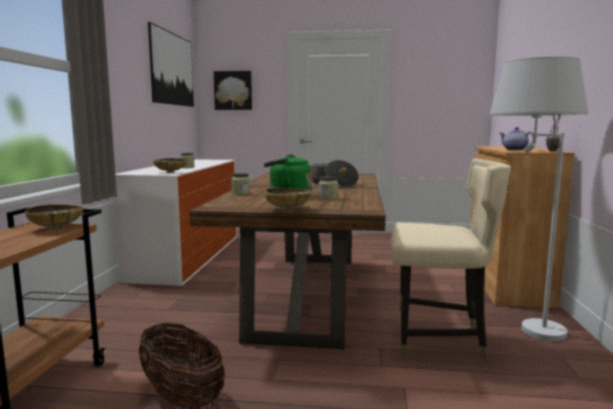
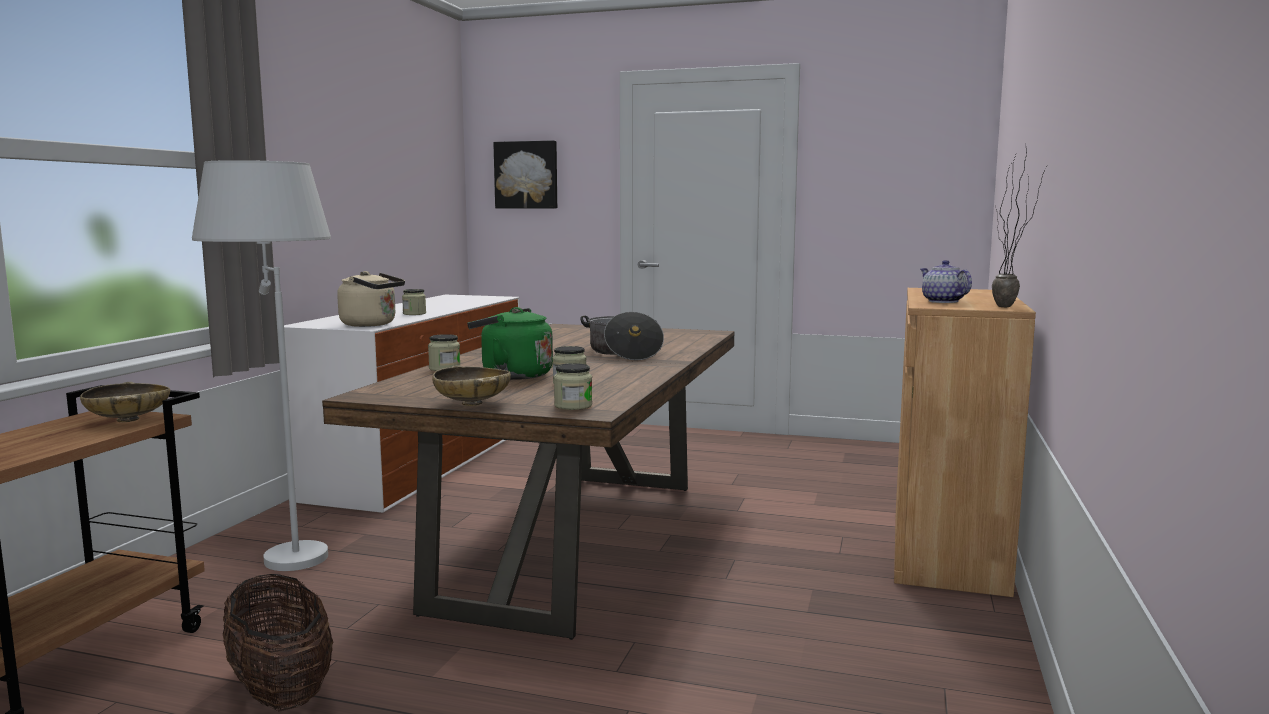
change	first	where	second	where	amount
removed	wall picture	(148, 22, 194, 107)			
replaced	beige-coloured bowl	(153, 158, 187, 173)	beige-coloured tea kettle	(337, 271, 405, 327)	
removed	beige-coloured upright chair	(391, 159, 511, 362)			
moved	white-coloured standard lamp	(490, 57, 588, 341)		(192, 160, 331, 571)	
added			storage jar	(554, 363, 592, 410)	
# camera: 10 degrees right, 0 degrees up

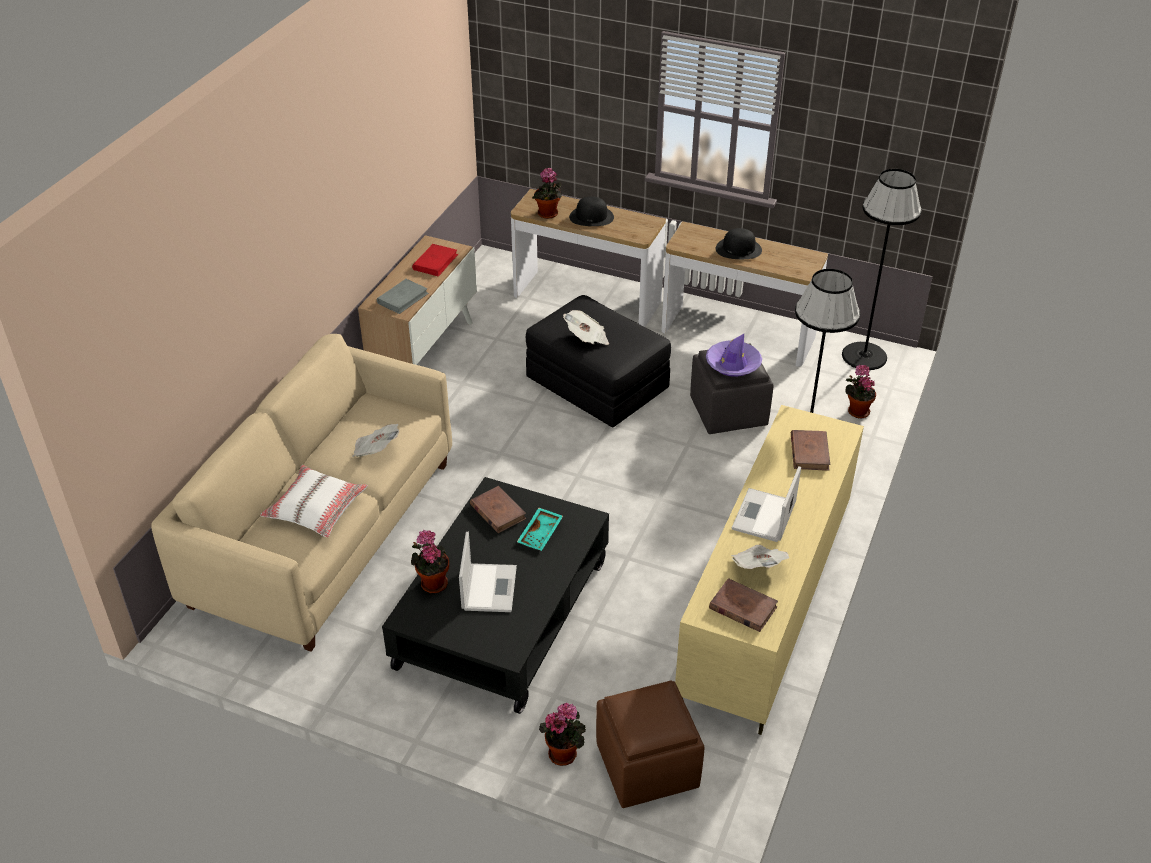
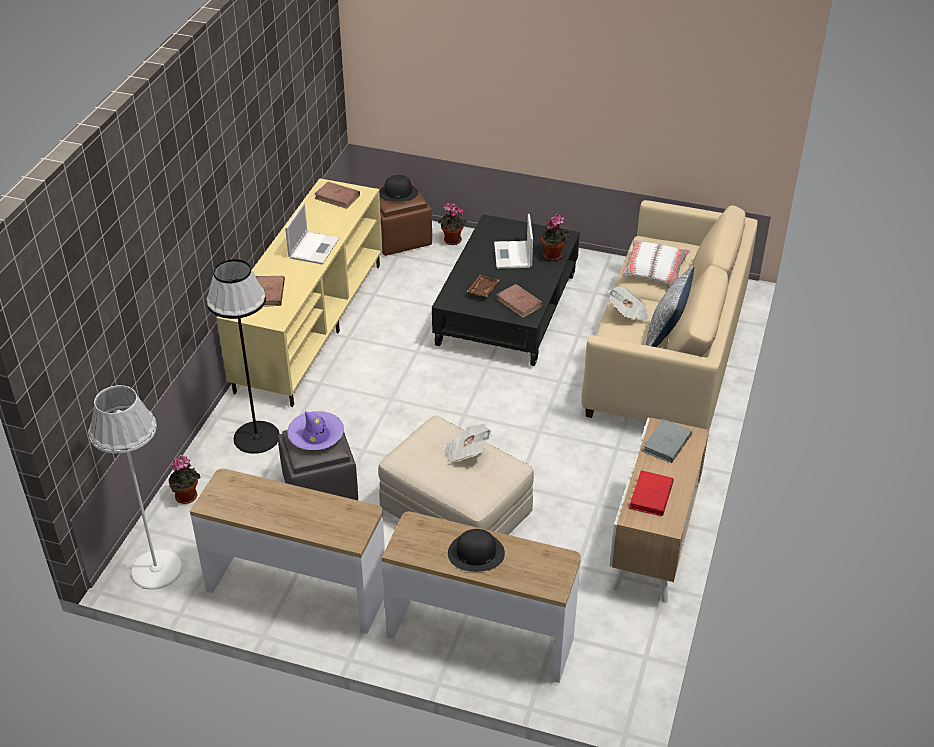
change	first	where	second	where	amount
recoloured	blue-green tray	(517, 508, 563, 551)	brown-coloured tray	(467, 275, 499, 297)	
recoloured	blackish ottoman	(526, 295, 671, 428)	beige-coloured ottoman	(378, 416, 534, 535)	
removed	potted plant	(532, 168, 562, 219)			
moved	blackish hat	(716, 228, 762, 259)		(379, 175, 418, 202)	
removed	printed paper	(731, 545, 790, 569)			
recoloured	blackish standard lamp	(842, 169, 922, 370)	white-coloured standard lamp	(89, 385, 182, 590)	
added			throw pillow	(646, 266, 694, 347)	
# camera: 175 degrees right, 0 degrees up

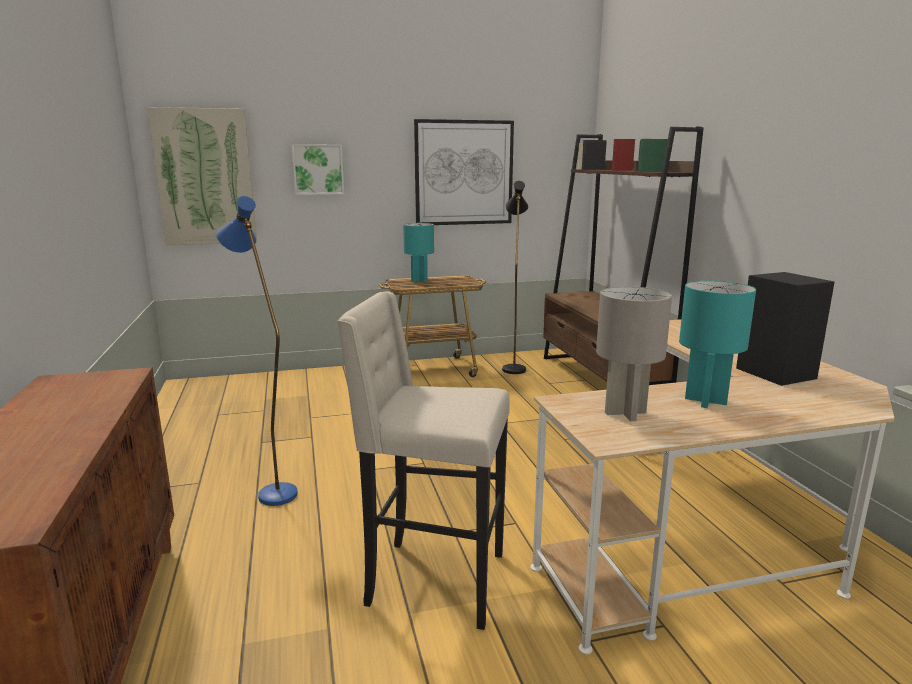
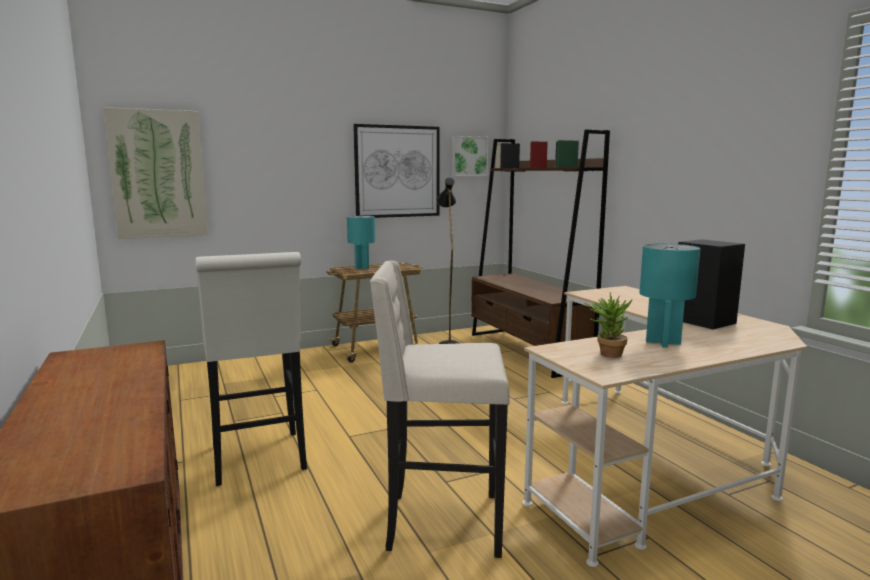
change	first	where	second	where	amount
replaced	bluish standard lamp	(216, 196, 298, 506)	white-coloured sitting stool	(195, 252, 307, 486)	
moved	wall picture	(292, 144, 344, 195)		(452, 136, 488, 176)	
replaced	grey table lamp	(596, 286, 672, 421)	potted plant	(584, 292, 633, 358)	
# camera: 10 degrees left, 5 degrees down

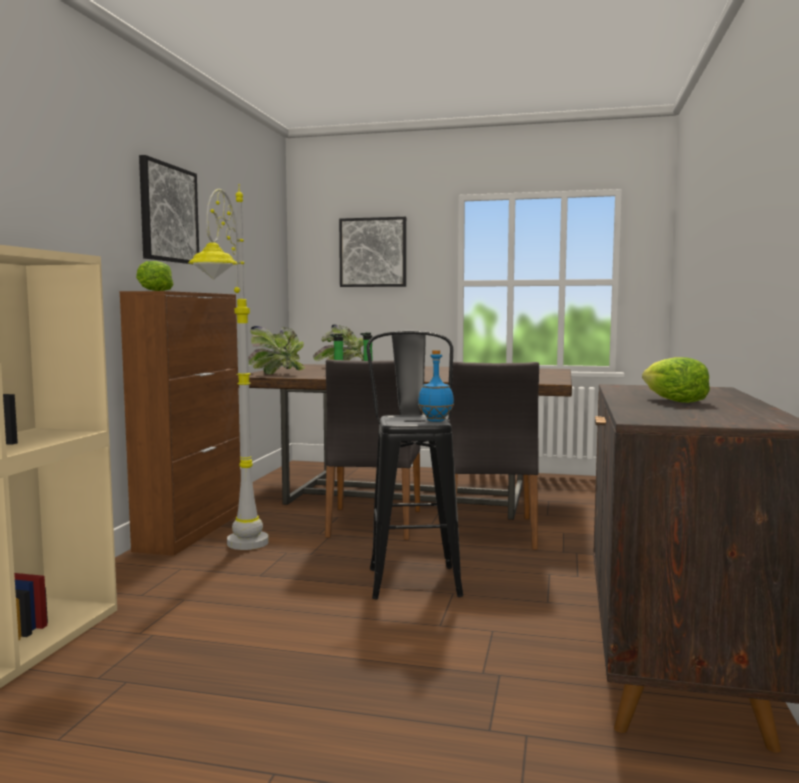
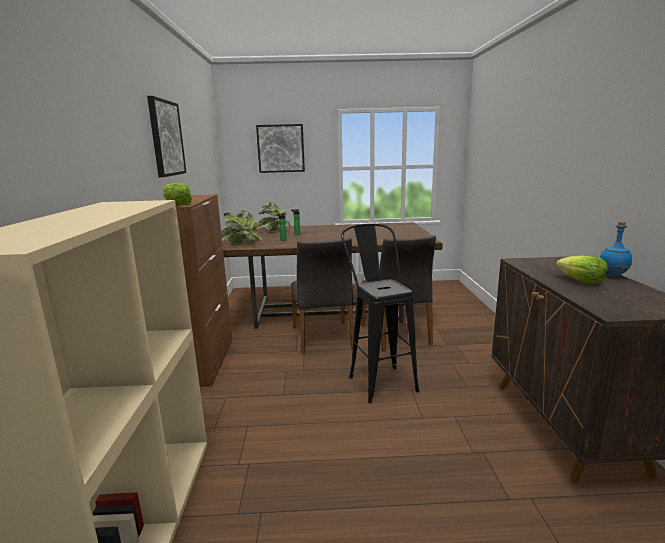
change	first	where	second	where	amount
removed	grey standard lamp	(188, 184, 268, 550)			
moved	bluish drink bottle	(418, 350, 454, 422)		(600, 221, 632, 277)	
# camera: 15 degrees left, 10 degrees up

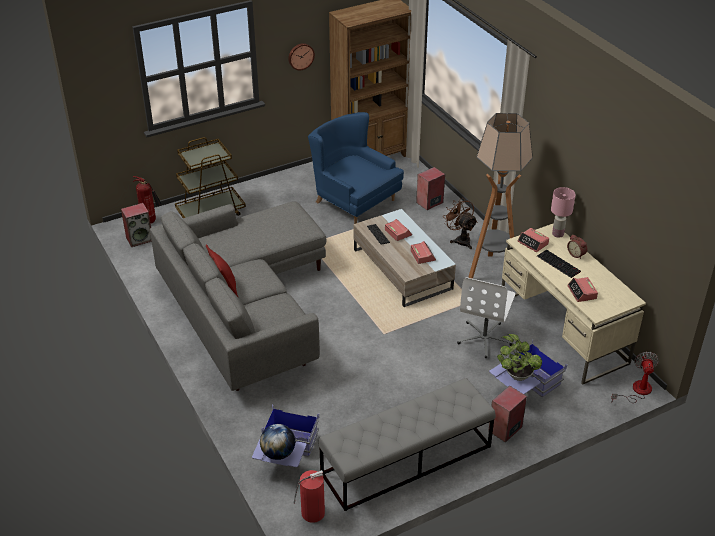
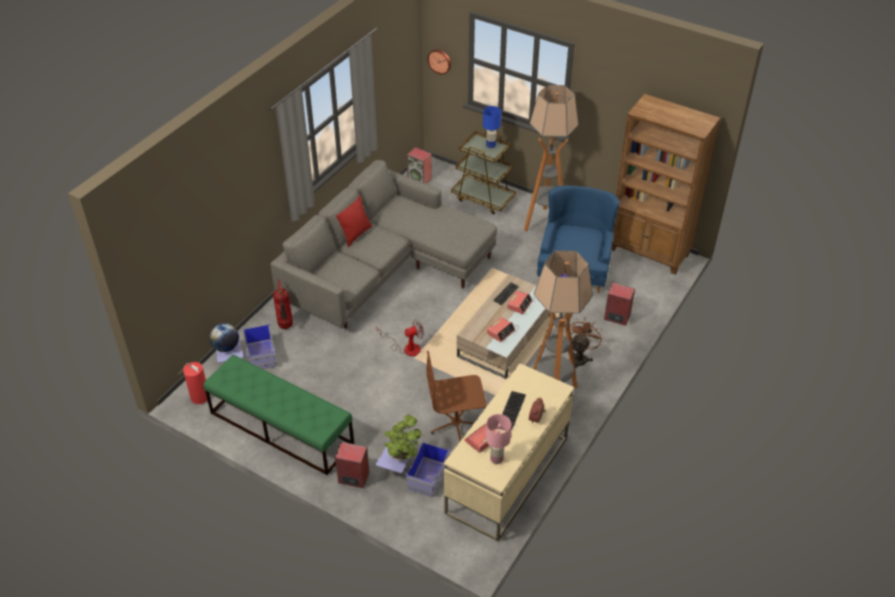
change	first	where	second	where	amount
moved	fire-fighting cylinder	(133, 176, 161, 224)		(273, 279, 293, 329)	
moved	clock on the wall	(288, 43, 315, 70)		(427, 49, 451, 75)	
recoloured	grey indoor bench	(319, 378, 495, 511)	green indoor bench	(203, 355, 354, 475)	
recoloured	white-coloured desk chair	(457, 277, 515, 358)	brown-coloured desk chair	(426, 351, 487, 441)	
removed	bedside clock	(518, 228, 549, 252)			
moved	pink table lamp	(551, 187, 576, 238)		(486, 414, 511, 464)	
moved	electric fan	(611, 351, 659, 403)		(376, 320, 424, 356)	
added			bluish table lamp	(483, 106, 501, 148)	
added			standard lamp	(524, 85, 579, 232)	
# camera: 60 degrees right, 5 degrees up

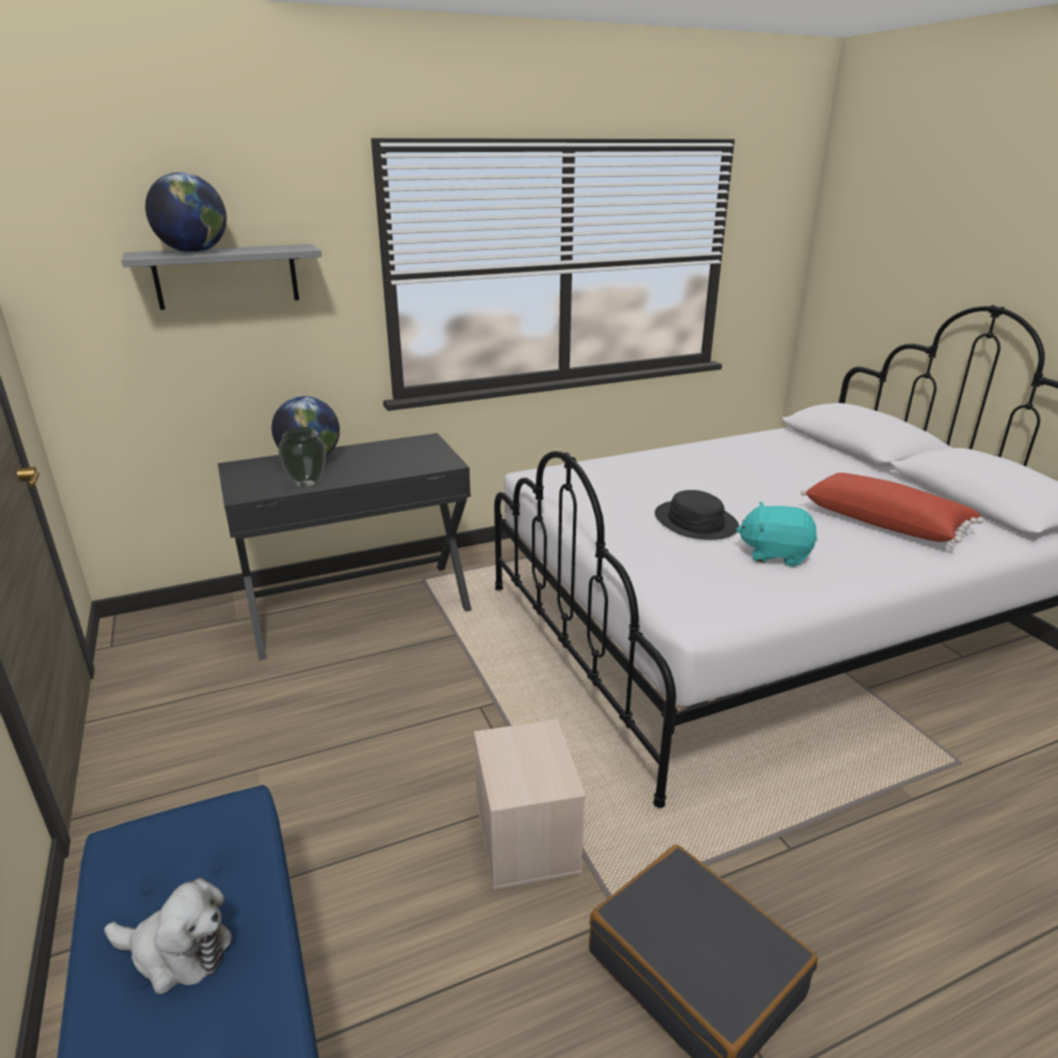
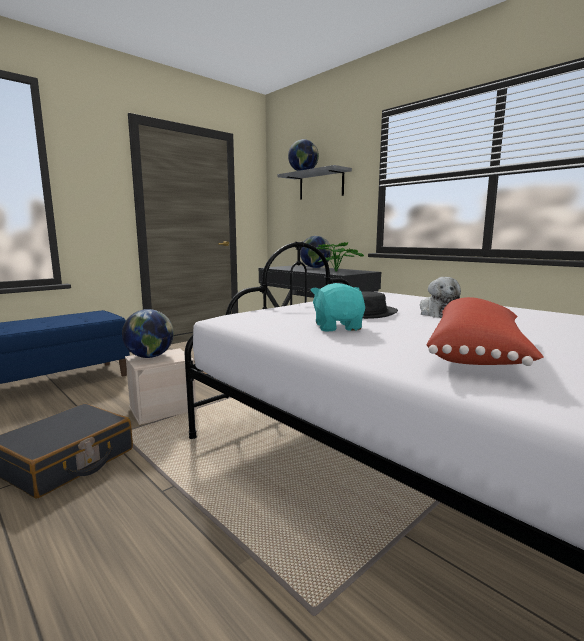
change	first	where	second	where	amount
moved	soft toy	(104, 878, 233, 994)		(420, 277, 461, 318)	
removed	flower vase	(278, 427, 326, 488)			
added			globe	(122, 309, 174, 358)	
added			potted plant	(316, 242, 364, 271)	
# camera: 70 degrees right, 15 degrees down

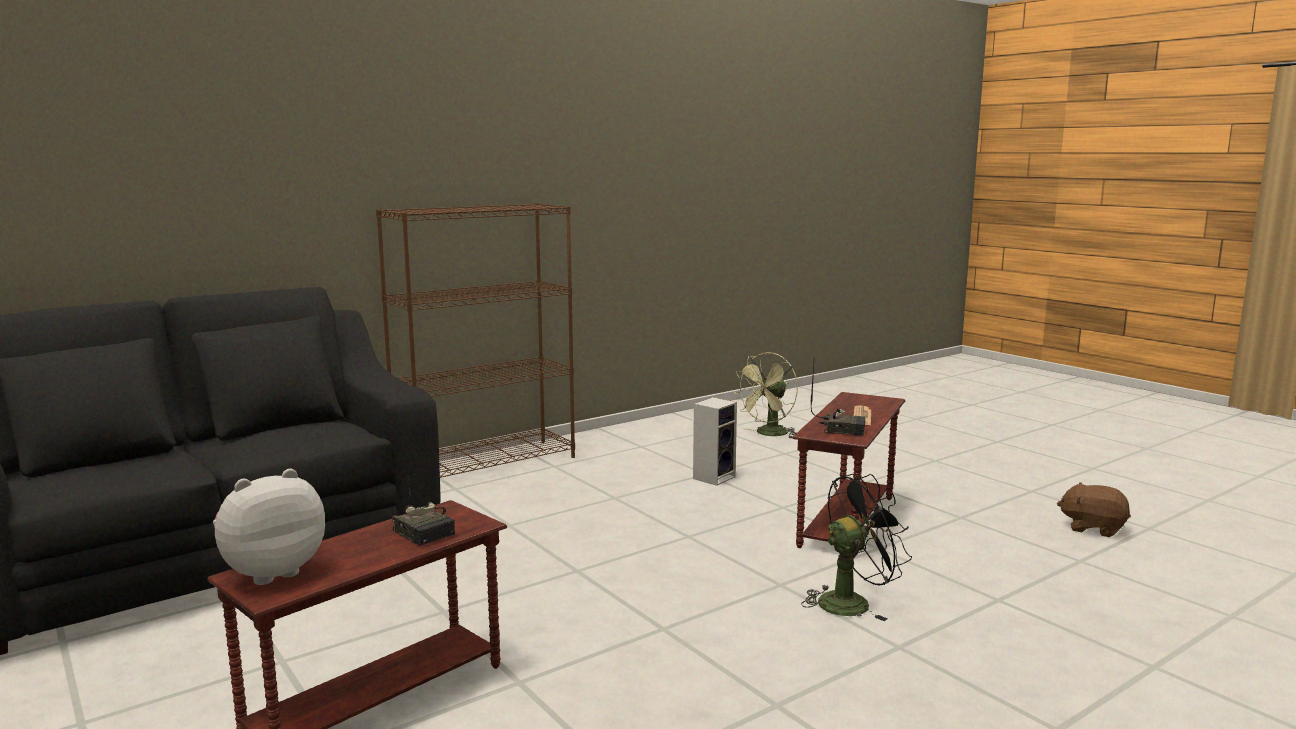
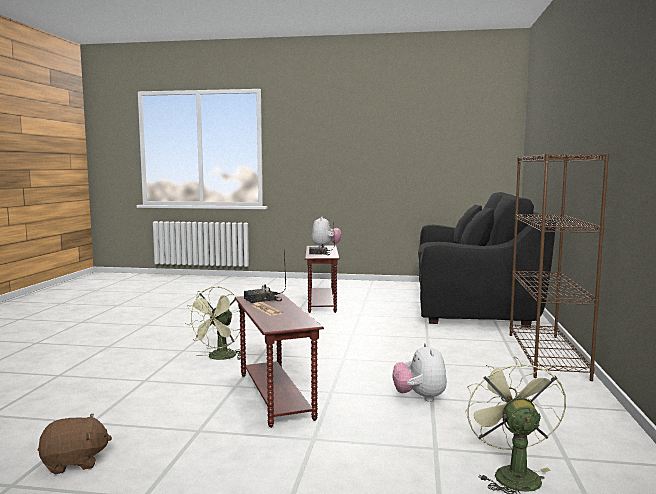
change	first	where	second	where	amount
replaced	speaker	(693, 397, 737, 486)	soft toy	(392, 343, 447, 402)	
recoloured	blackish electric fan	(801, 474, 912, 621)	green electric fan	(185, 286, 241, 360)	
# camera: 135 degrees right, 5 degrees down

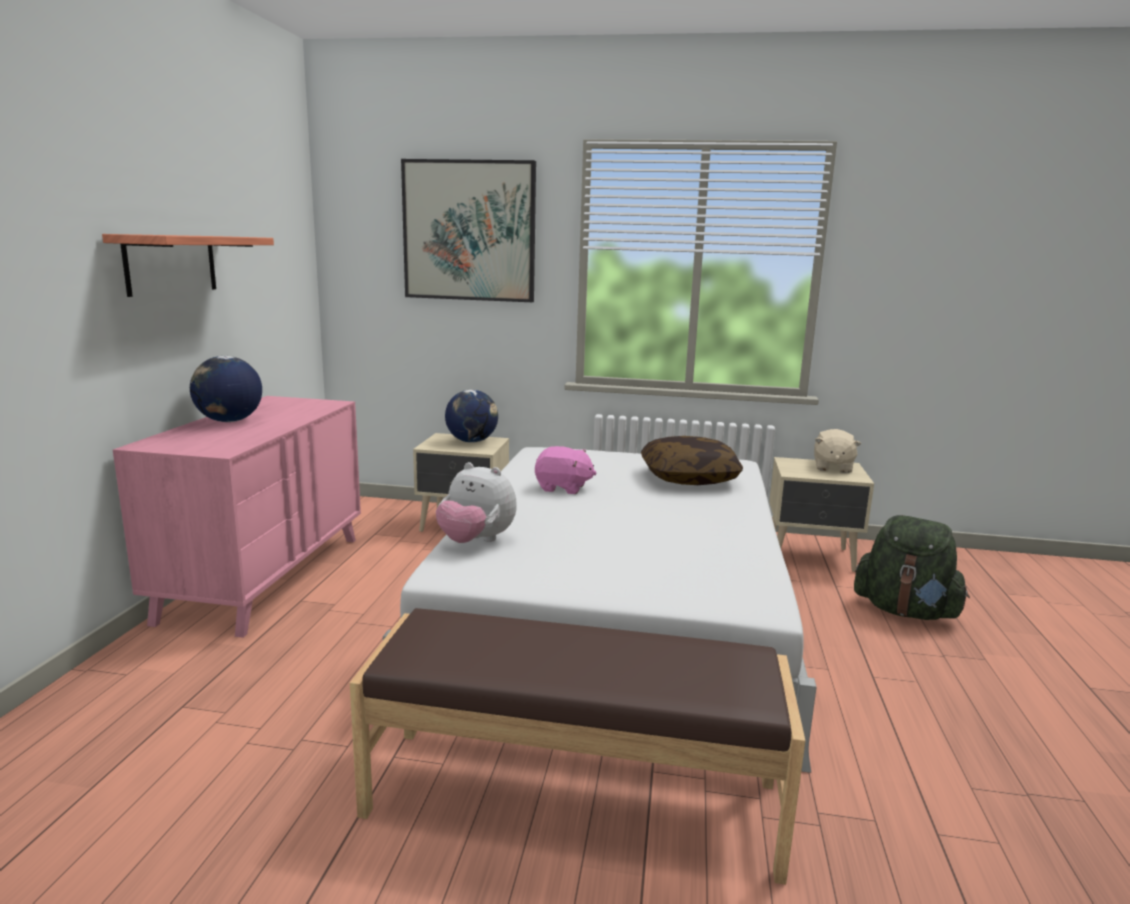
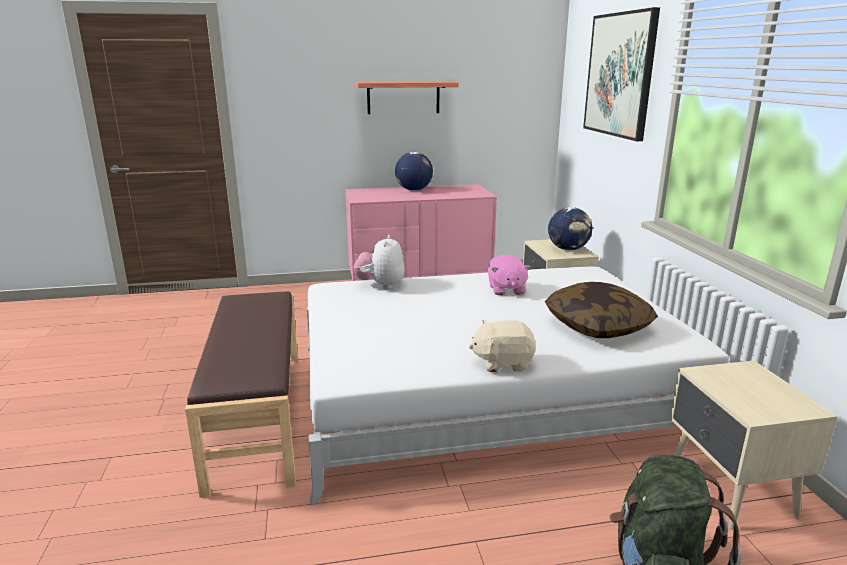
change	first	where	second	where	amount
moved	beige-coloured soft toy	(814, 429, 861, 473)		(469, 319, 536, 372)	
# camera: 70 degrees right, 5 degrees up

